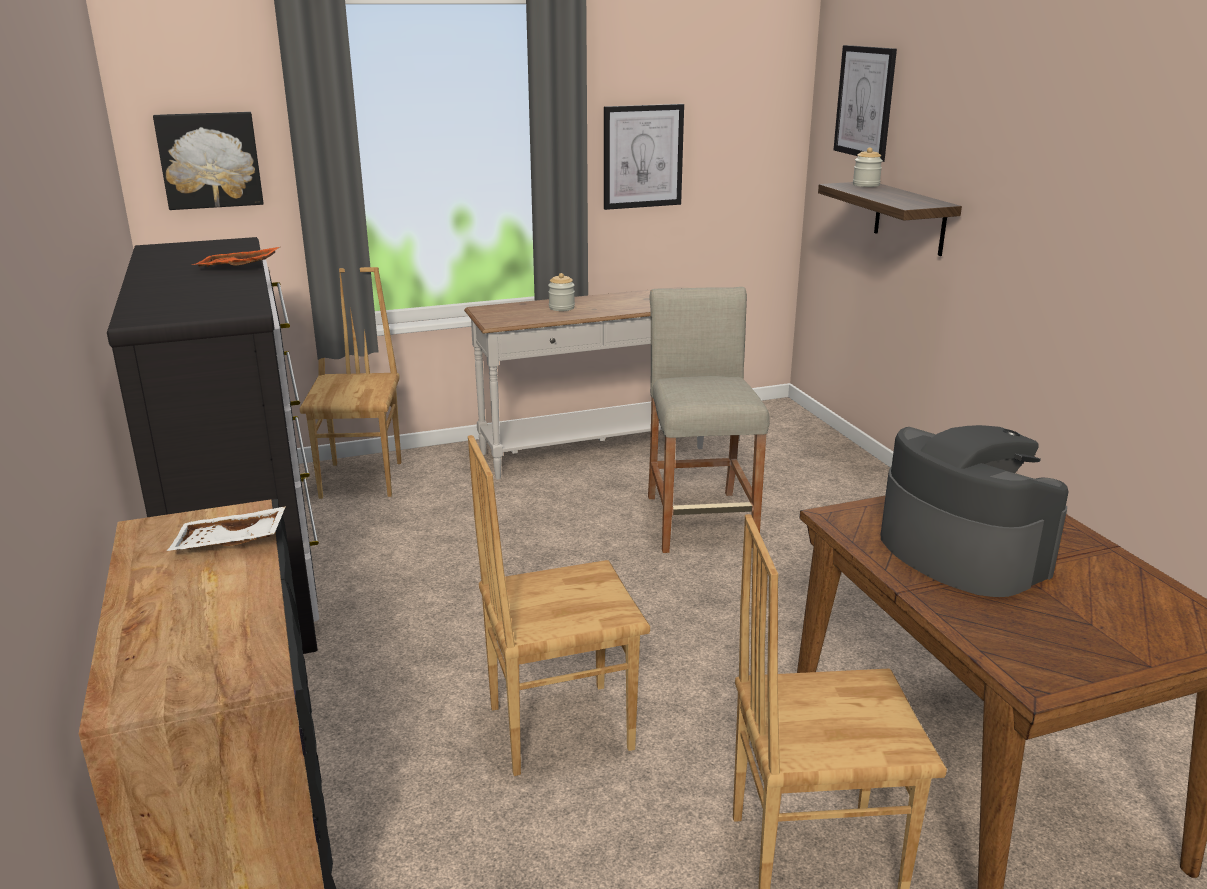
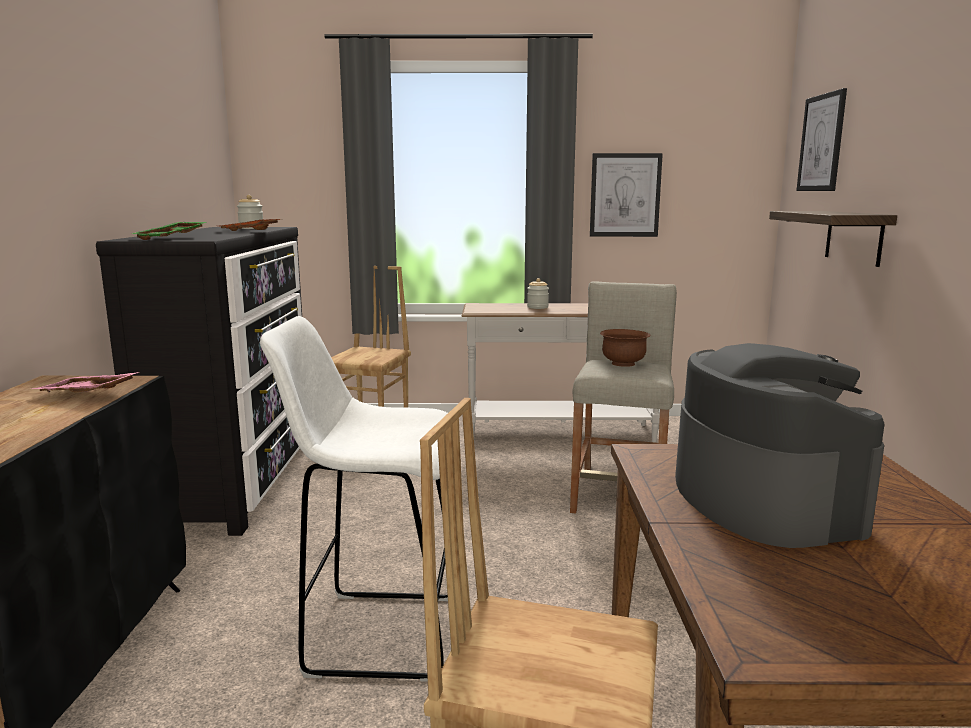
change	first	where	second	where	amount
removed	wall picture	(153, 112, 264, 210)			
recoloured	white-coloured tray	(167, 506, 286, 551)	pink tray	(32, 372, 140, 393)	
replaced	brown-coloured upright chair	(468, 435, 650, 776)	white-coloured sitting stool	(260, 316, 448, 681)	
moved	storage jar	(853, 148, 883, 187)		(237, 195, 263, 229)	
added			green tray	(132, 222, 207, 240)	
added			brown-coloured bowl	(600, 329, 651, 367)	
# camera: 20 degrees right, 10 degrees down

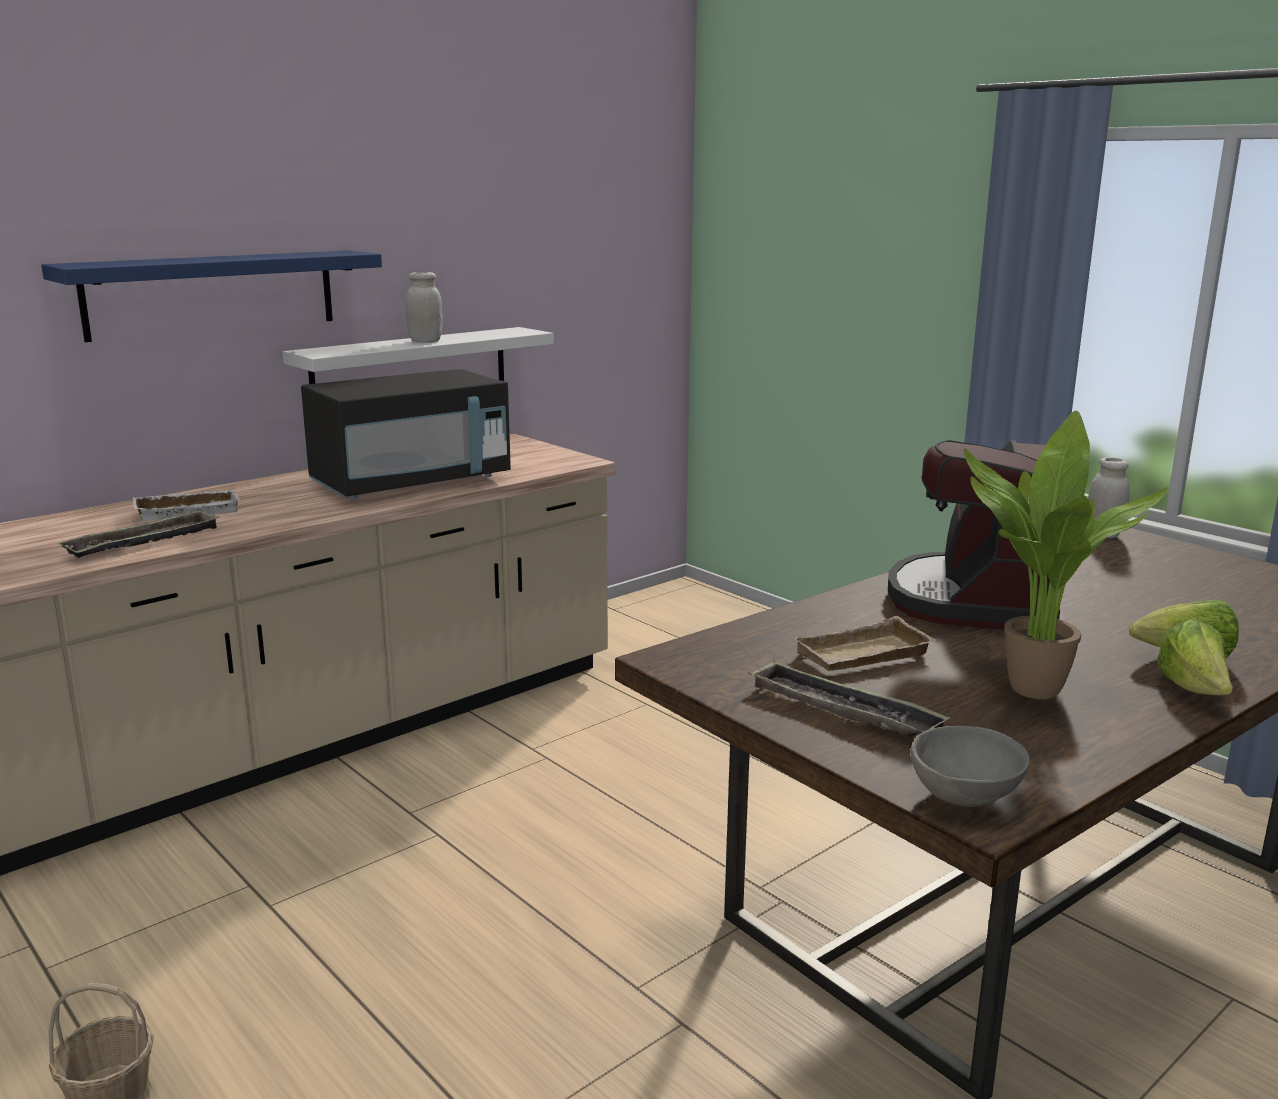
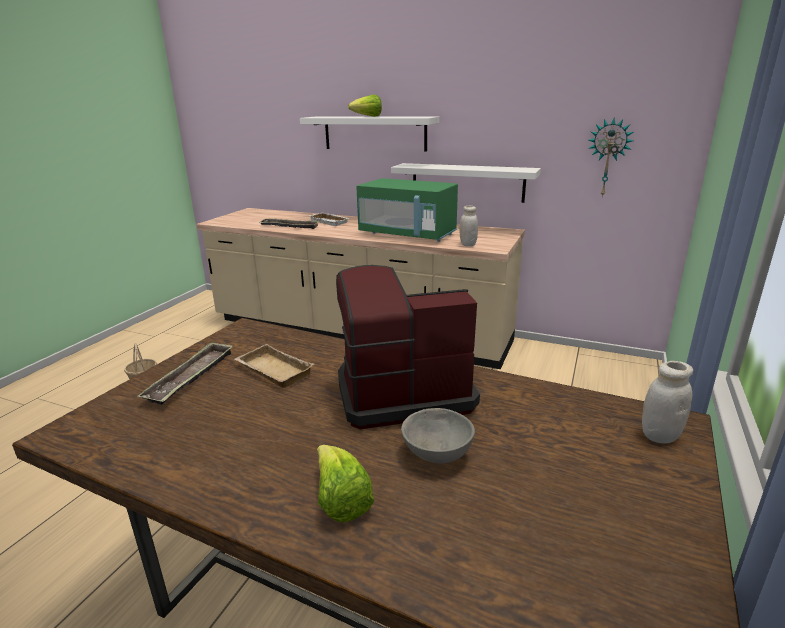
change	first	where	second	where	amount
recoloured	bluish shelf	(41, 250, 382, 342)	white-coloured shelf	(300, 116, 439, 152)	
recoloured	blackish microwave oven	(301, 369, 511, 499)	green microwave oven	(356, 178, 458, 242)	
moved	white-coloured storage jar	(406, 272, 443, 343)		(460, 206, 478, 247)	
moved	grey bowl	(910, 726, 1030, 807)		(401, 408, 475, 464)	
removed	potted plant	(964, 411, 1168, 700)			
moved	lettuce head	(1157, 619, 1233, 695)		(348, 94, 382, 117)	
added			clock on the wall	(588, 118, 634, 198)	
# camera: 65 degrees right, 5 degrees up

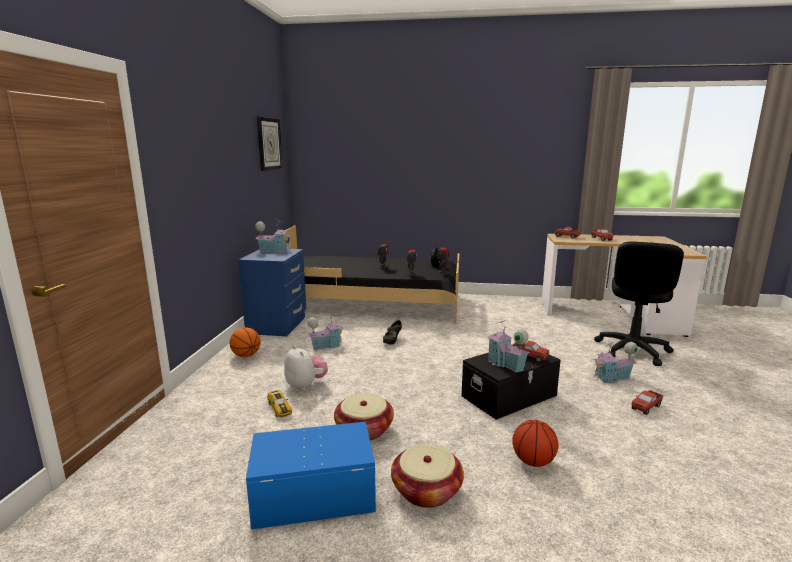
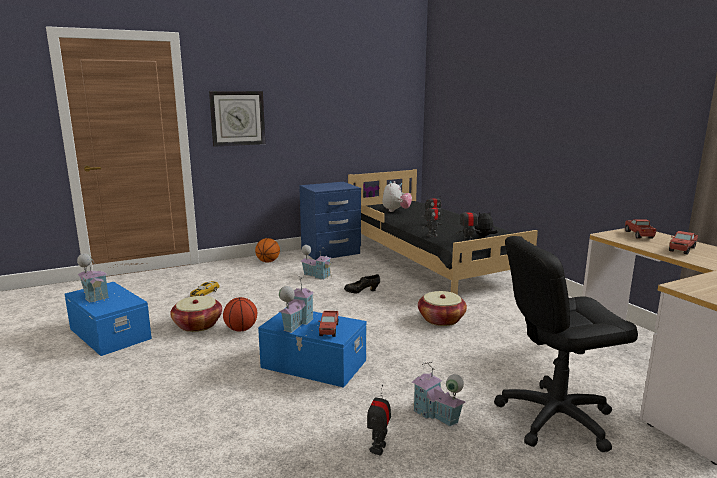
change	first	where	second	where	amount
moved	miniature house	(255, 220, 290, 252)		(77, 253, 109, 303)	
moved	clock on the wall	(257, 117, 283, 171)		(209, 91, 265, 147)	
moved	soft toy	(284, 345, 328, 391)		(382, 181, 412, 212)	
moved	household basket	(391, 444, 464, 508)		(418, 291, 467, 326)	
recoloured	blackish storage bin	(462, 353, 561, 420)	bluish storage bin	(258, 311, 366, 388)	
moved	ball for basketball	(512, 420, 559, 467)		(223, 297, 257, 332)	
replaced	model truck	(632, 390, 663, 415)	toy robot	(367, 385, 391, 455)	
# camera: 55 degrees right, 0 degrees up

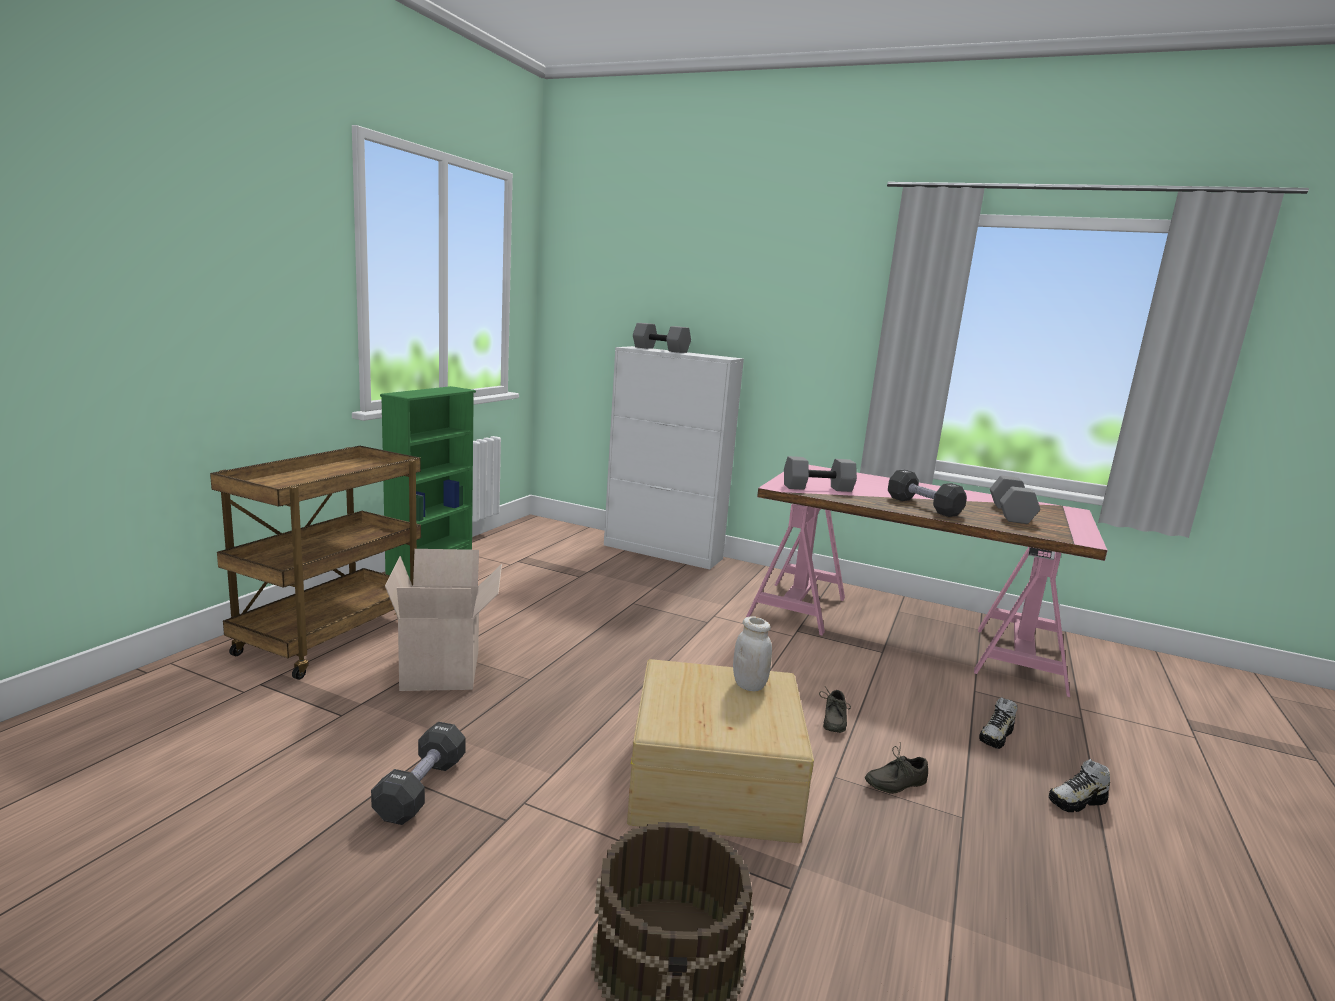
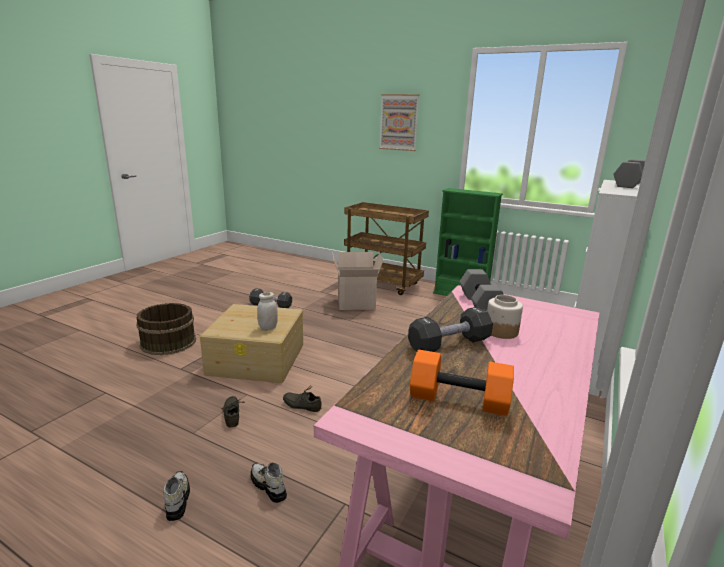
change	first	where	second	where	amount
recoloured	grey hand weight	(990, 476, 1040, 524)	orange hand weight	(410, 350, 514, 416)	
added			wall picture	(379, 94, 419, 151)	
added			storage jar	(487, 295, 523, 339)	
# camera: 95 degrees right, 5 degrees up

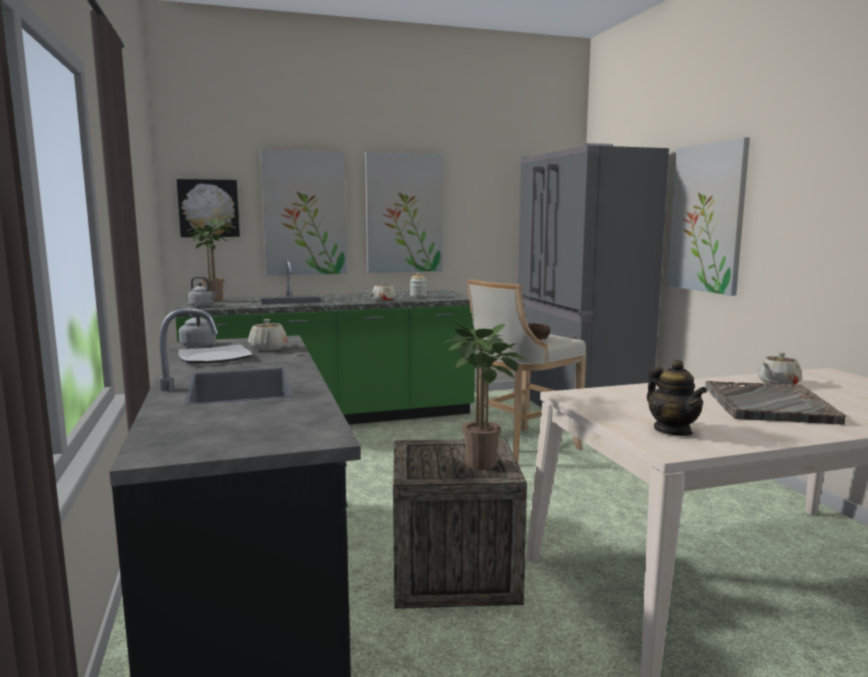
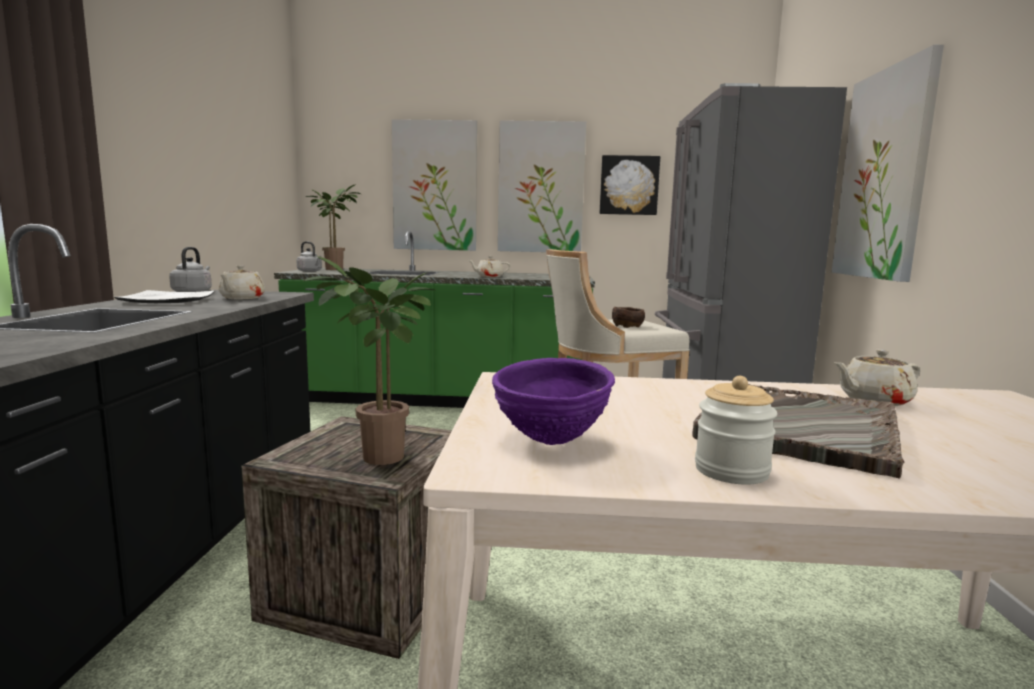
change	first	where	second	where	amount
moved	wall picture	(177, 179, 240, 237)		(600, 155, 660, 215)	
moved	storage jar	(410, 273, 427, 297)		(695, 376, 778, 485)	
replaced	pot for tea	(647, 360, 707, 436)	purple bowl	(492, 358, 615, 445)	
# camera: 20 degrees right, 0 degrees up

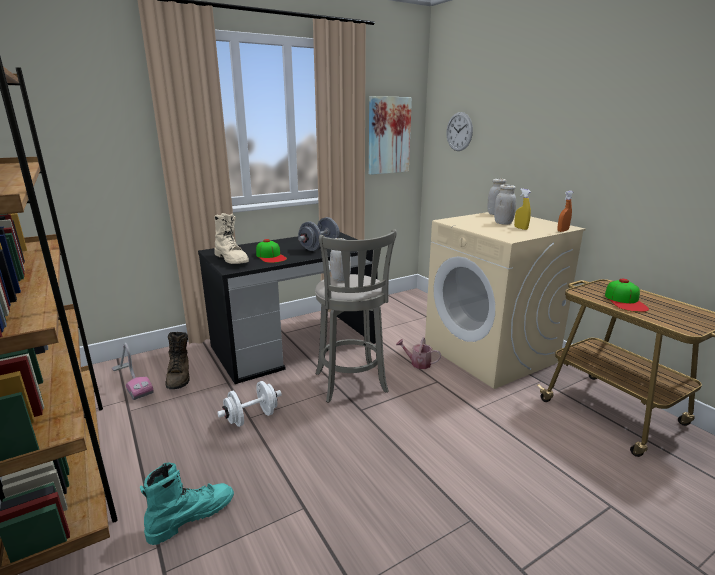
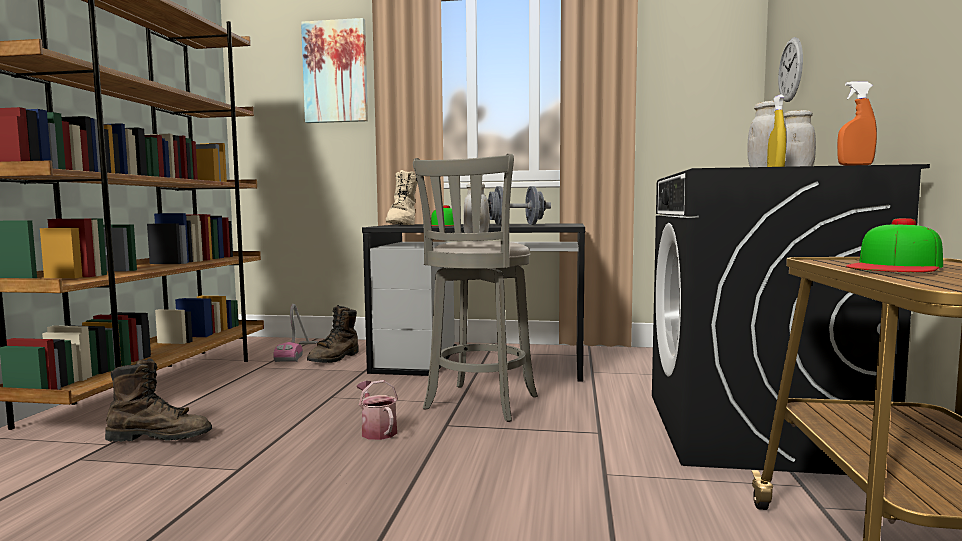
change	first	where	second	where	amount
recoloured	blue-green tall boot	(140, 463, 234, 545)	brown-coloured tall boot	(105, 358, 212, 442)	
removed	white-coloured hand weight	(217, 381, 282, 427)			
moved	wall picture	(369, 96, 412, 175)		(301, 18, 368, 123)	
moved	watering pot	(396, 337, 441, 369)		(357, 380, 398, 440)	
recoloured	beige-coloured washing machine	(425, 212, 586, 389)	blackish washing machine	(652, 164, 930, 475)	
# camera: 40 degrees right, 15 degrees down

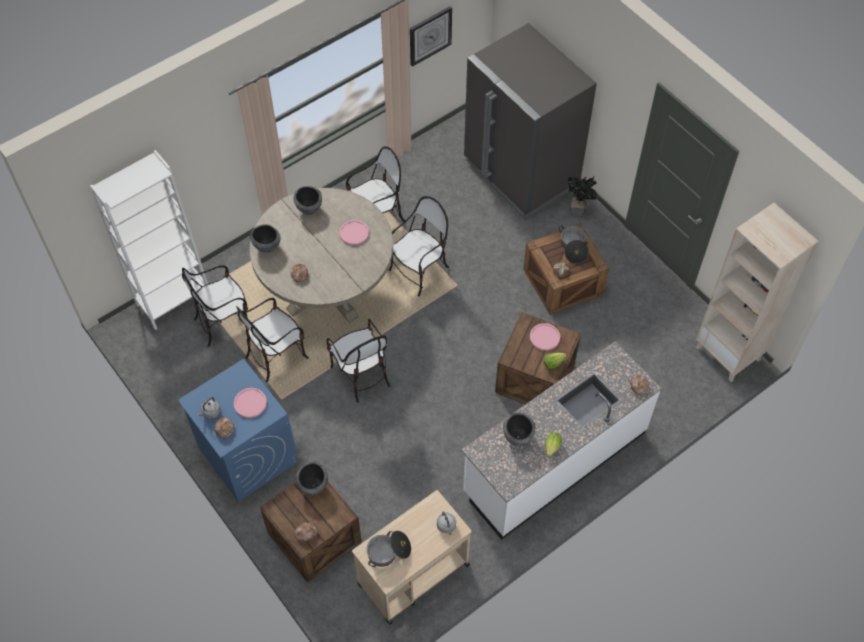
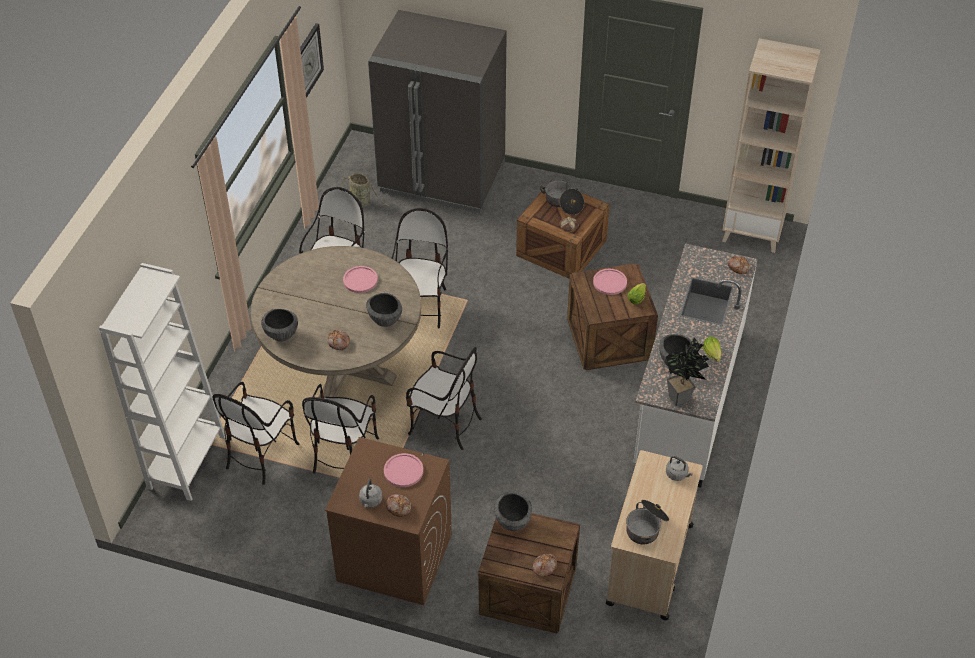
change	first	where	second	where	amount
recoloured	bluish washing machine	(178, 359, 298, 502)	brown-coloured washing machine	(325, 437, 452, 605)	
moved	bowl	(293, 186, 322, 215)		(366, 293, 402, 327)	
moved	potted plant	(568, 175, 597, 218)		(666, 337, 709, 406)	
added			household basket	(341, 173, 390, 208)	
# camera: 35 degrees left, 10 degrees down

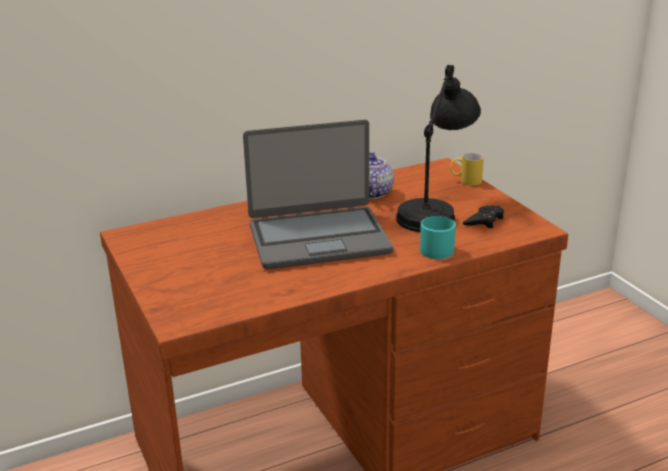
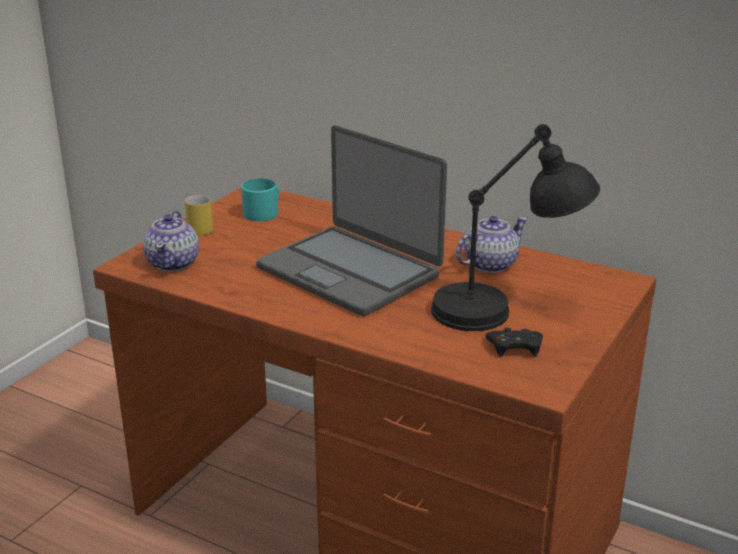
change	first	where	second	where	amount
moved	blue-green tea mug	(420, 216, 456, 259)		(241, 179, 280, 221)	
moved	yellowish tea mug	(450, 153, 484, 185)		(185, 195, 213, 236)	
added			pot for tea	(143, 211, 199, 272)	
# camera: 55 degrees right, 0 degrees up

